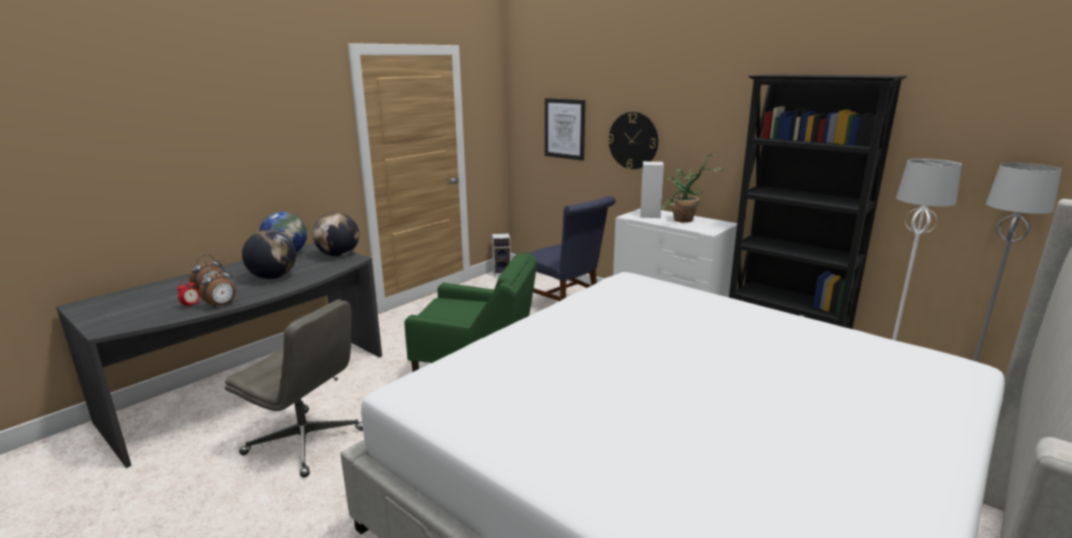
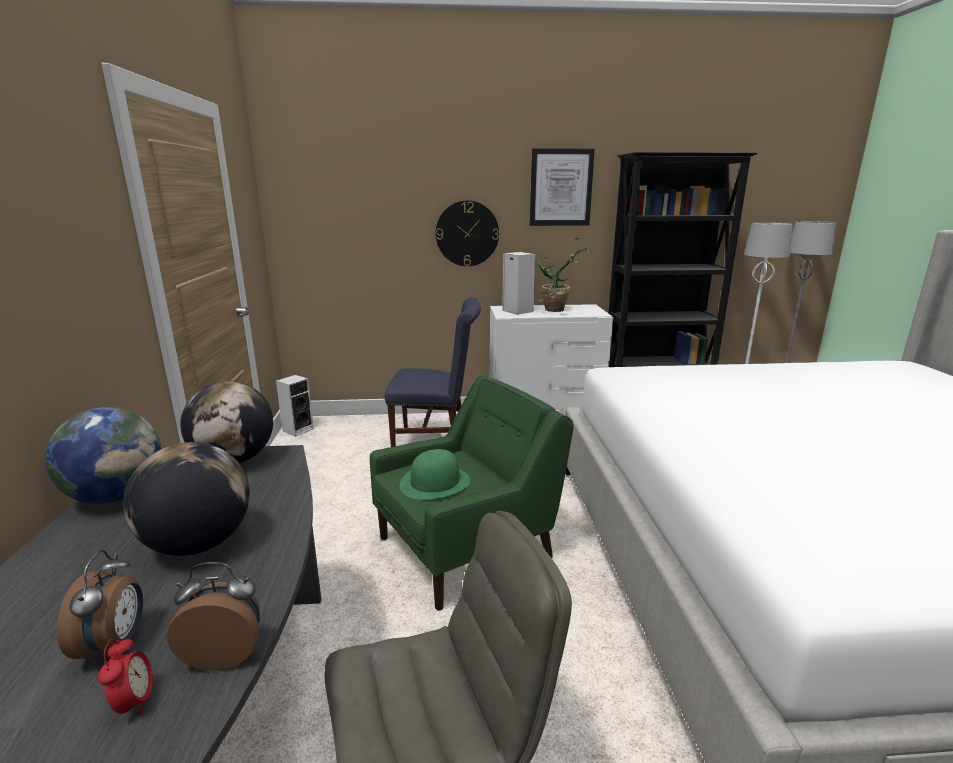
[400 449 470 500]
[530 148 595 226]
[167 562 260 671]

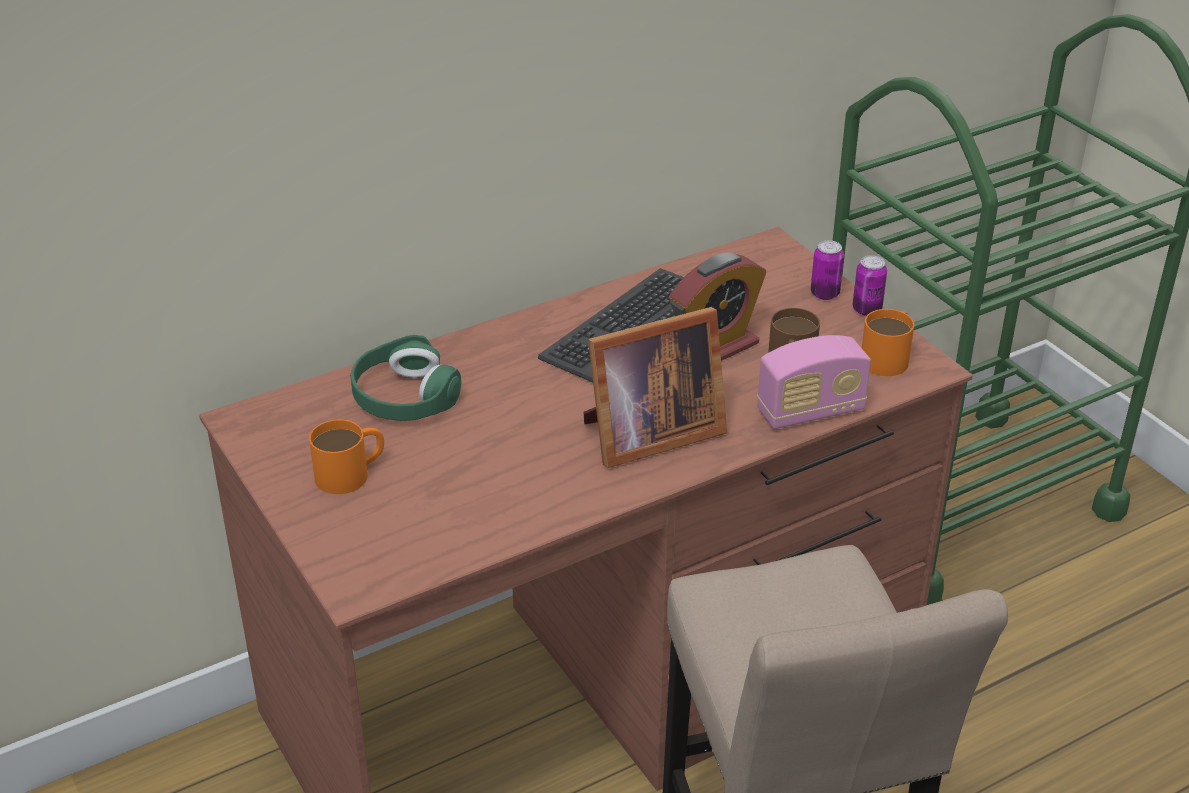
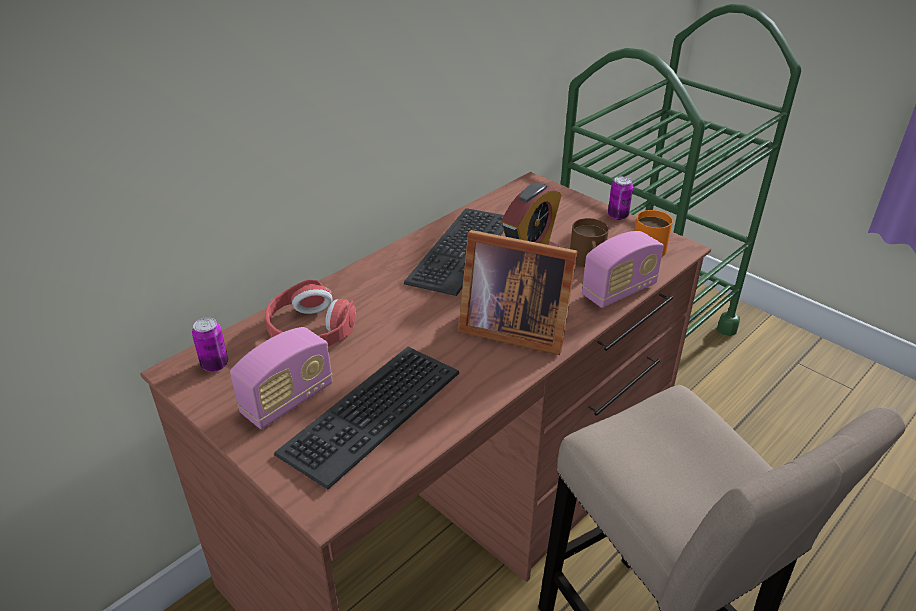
[274 347 459 489]
[192 317 228 372]
[230 327 332 429]
[265 279 356 347]
[458 230 578 355]

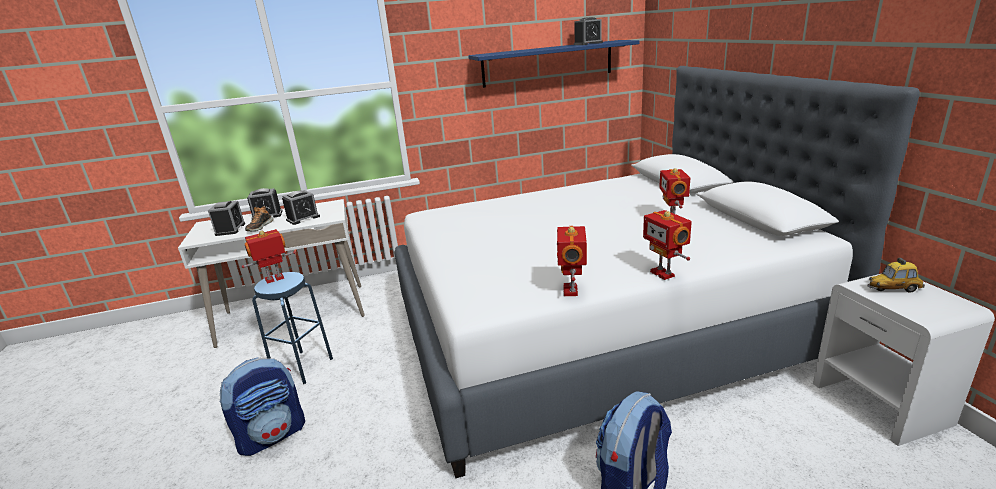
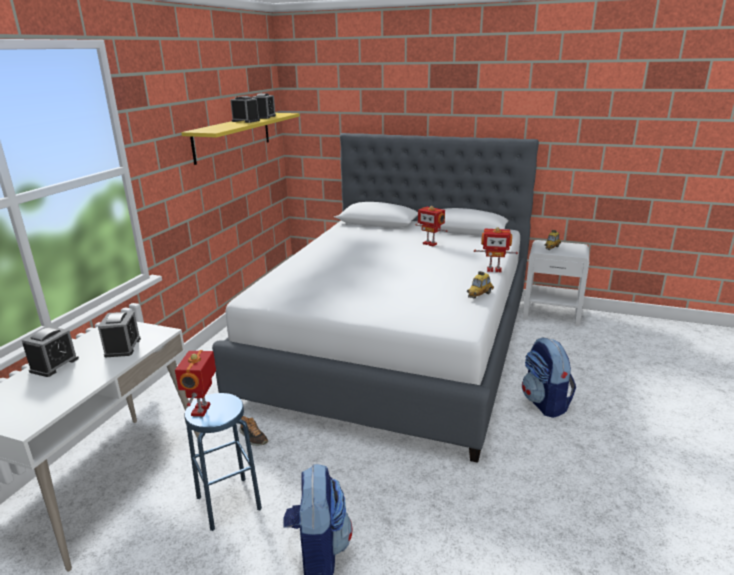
[230 96 260 123]
[239 416 268 446]
[467 271 494 298]
[181 113 300 165]

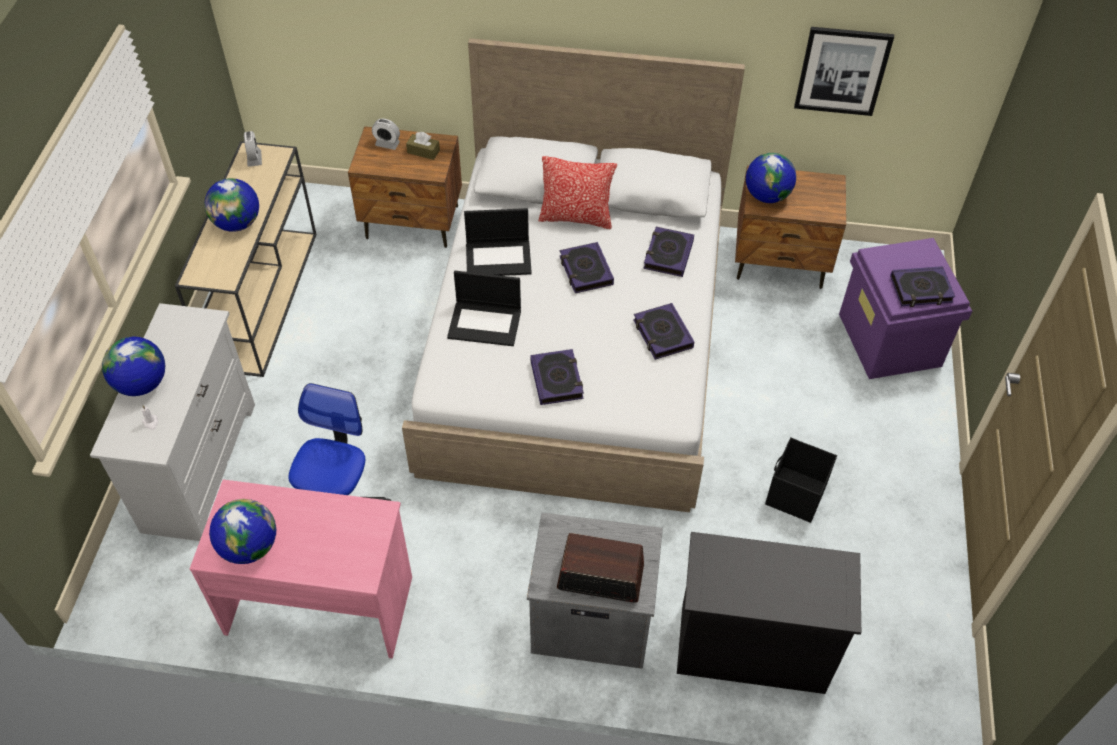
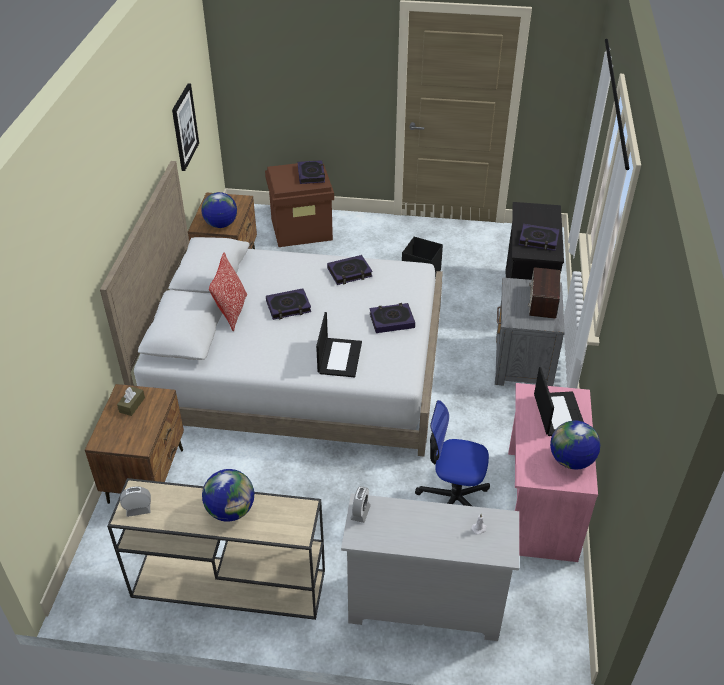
[102 337 165 396] (first image)
[350 486 371 523]
[534 367 584 436]
[518 224 560 251]
[265 163 334 247]

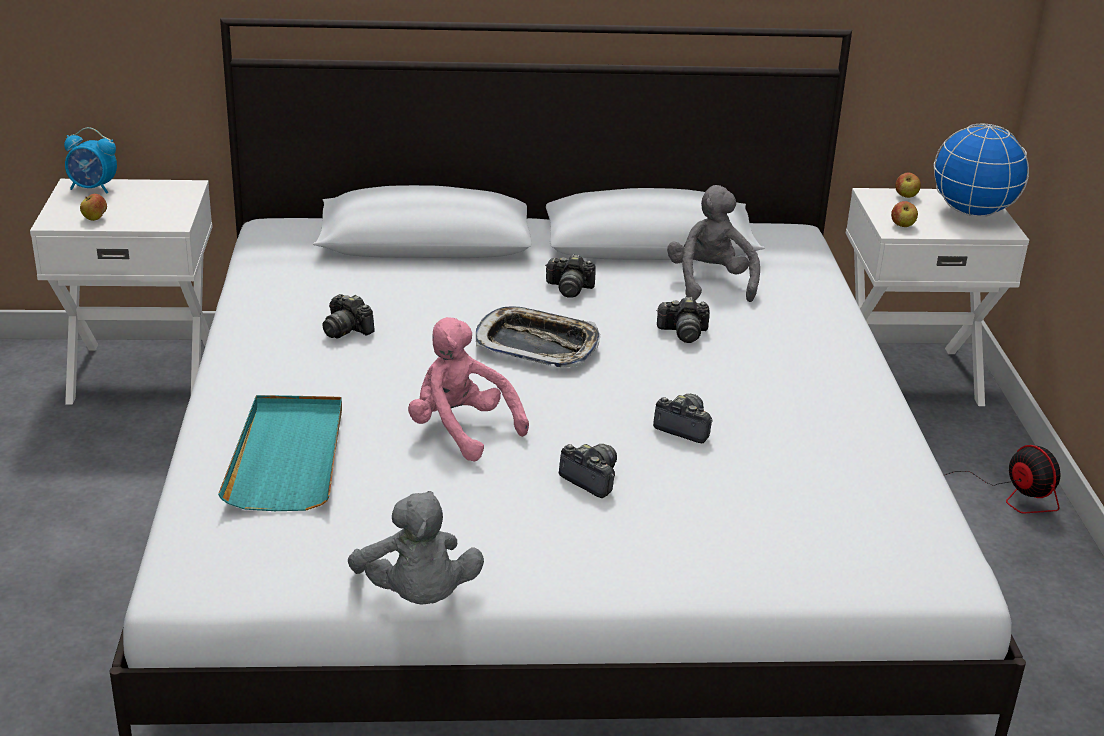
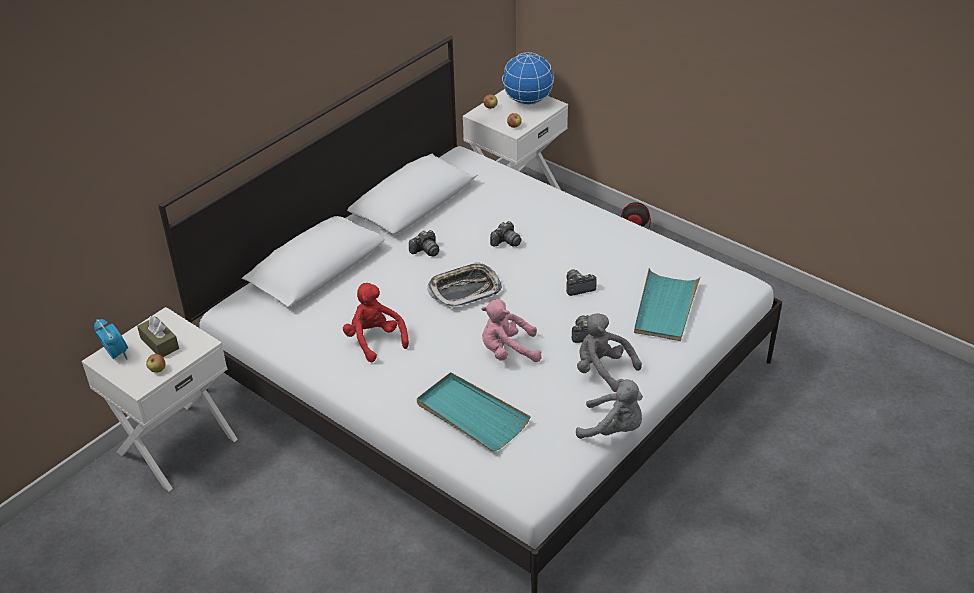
[137 316 179 357]
[634 268 700 341]
[577 313 642 392]
[343 283 409 362]
[94 319 128 360]

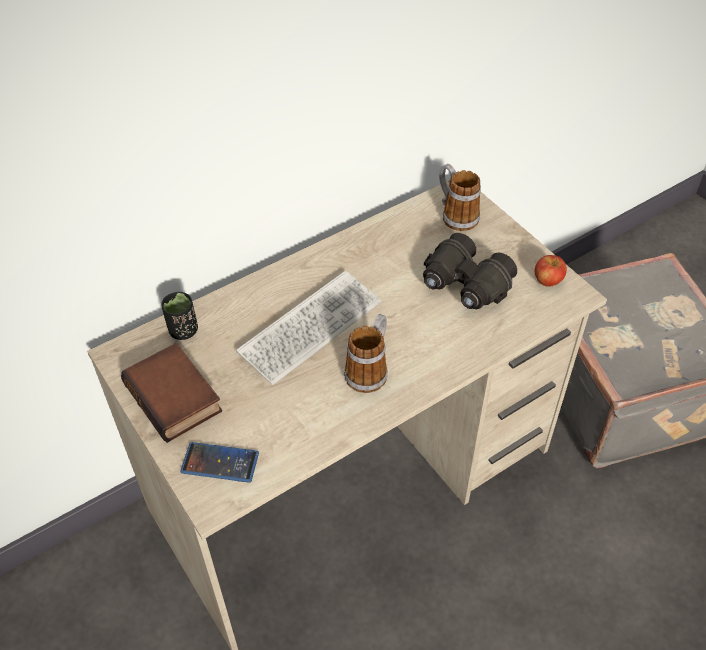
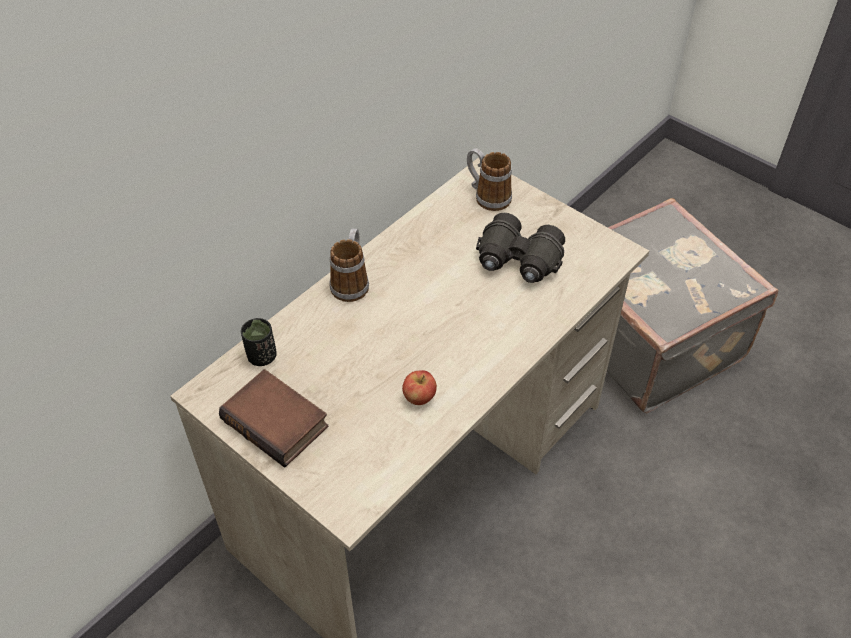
[180 442 259 483] (first image)
[236 271 381 385] (first image)
[330 228 369 302]
[402 370 437 405]

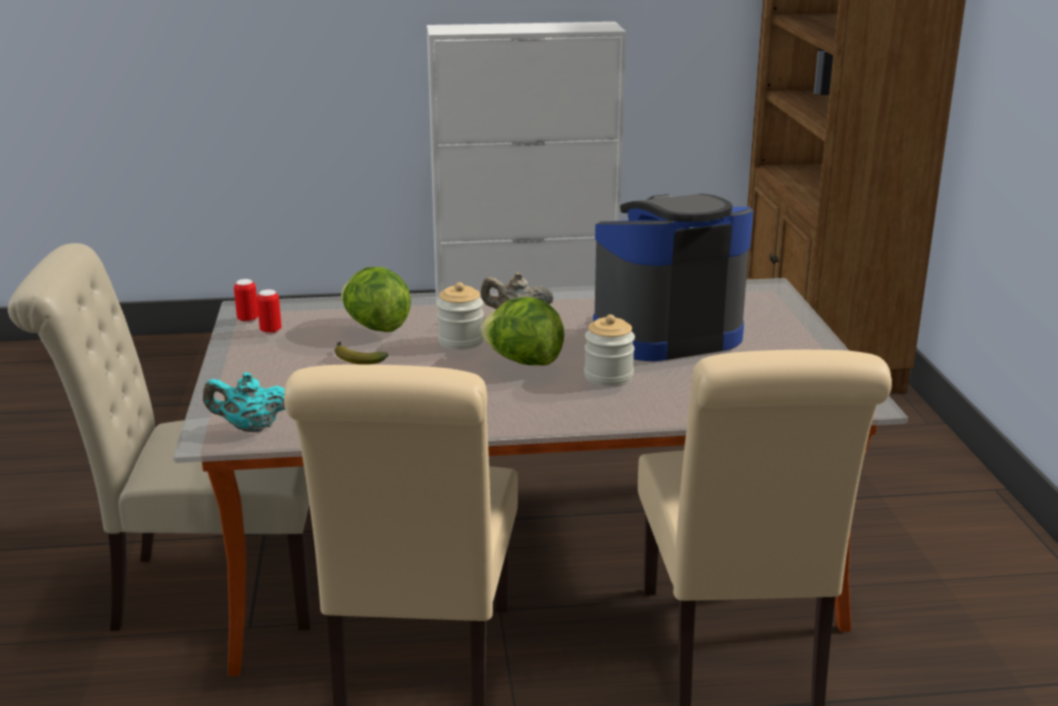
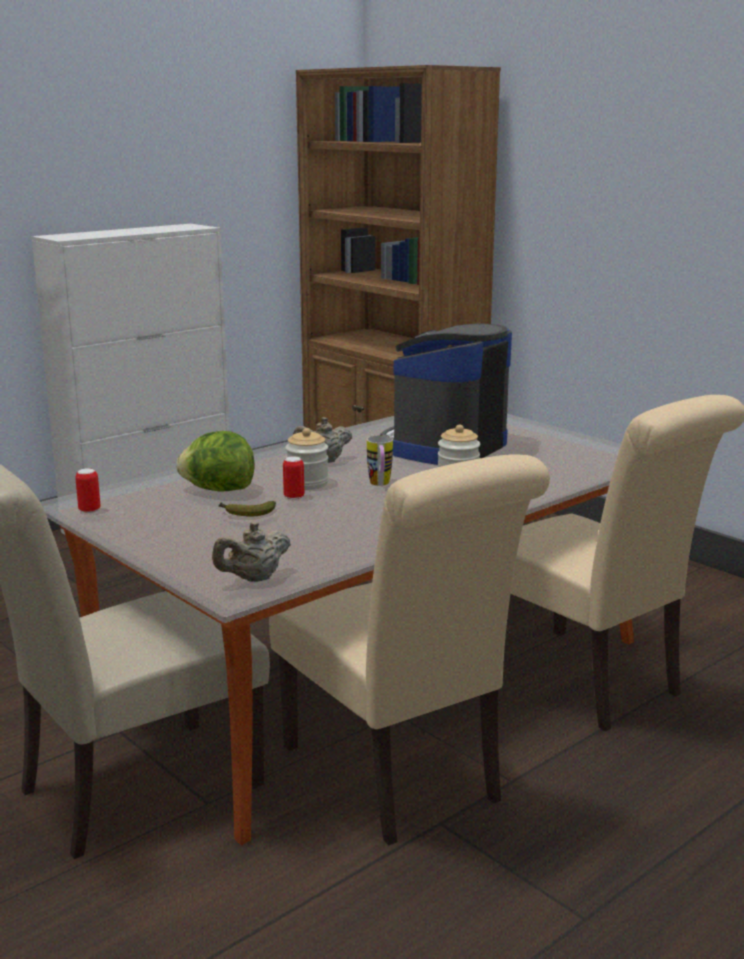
[283 456 304 500]
[367 435 393 486]
[212 522 291 582]

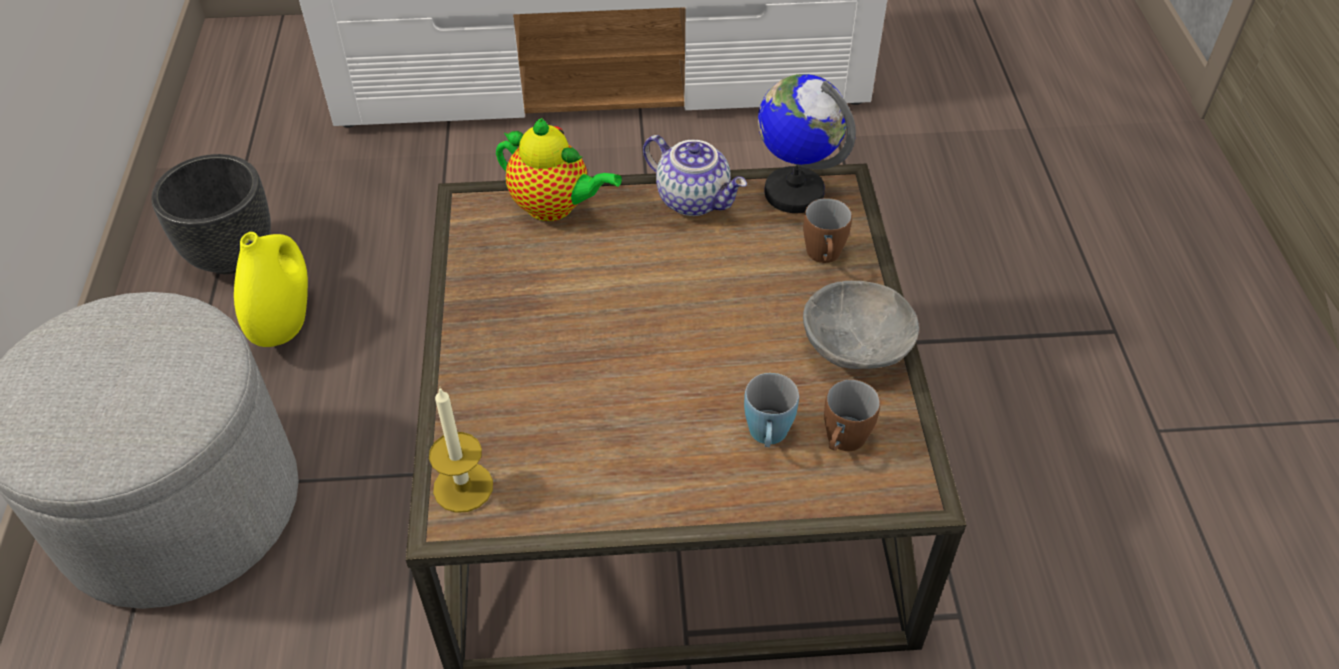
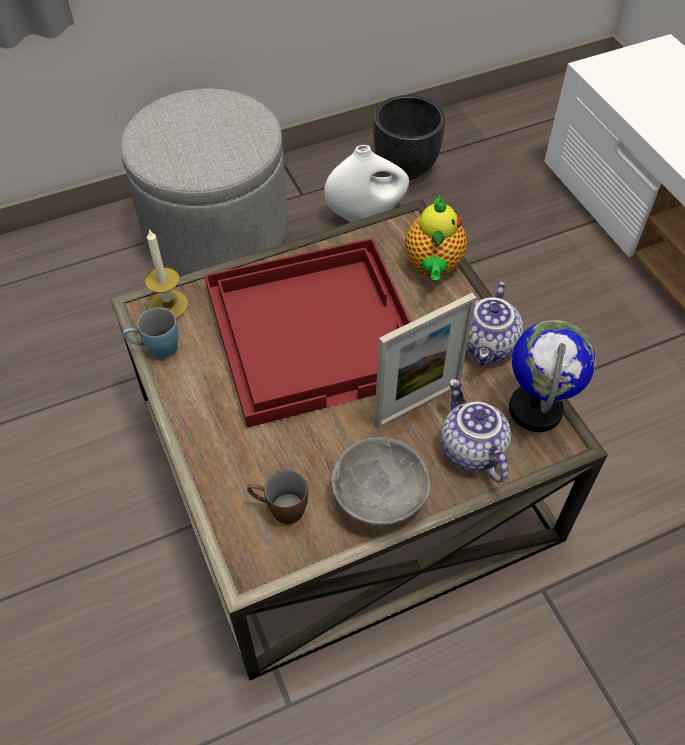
[205 238 411 428]
[374 293 476 429]
[123 307 178 359]
[441 379 511 483]
[324 145 409 222]

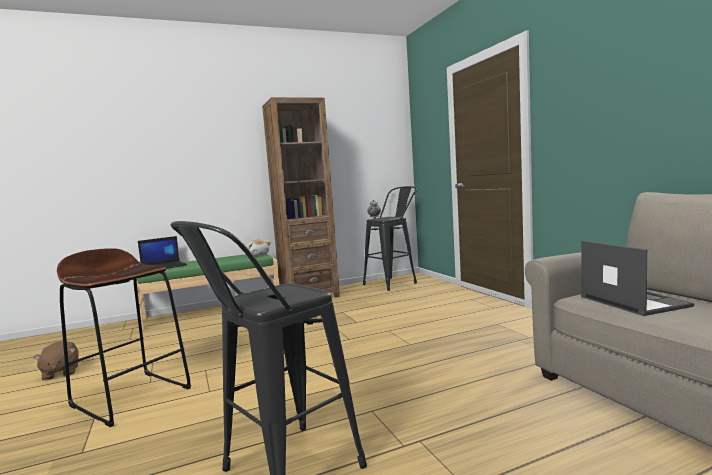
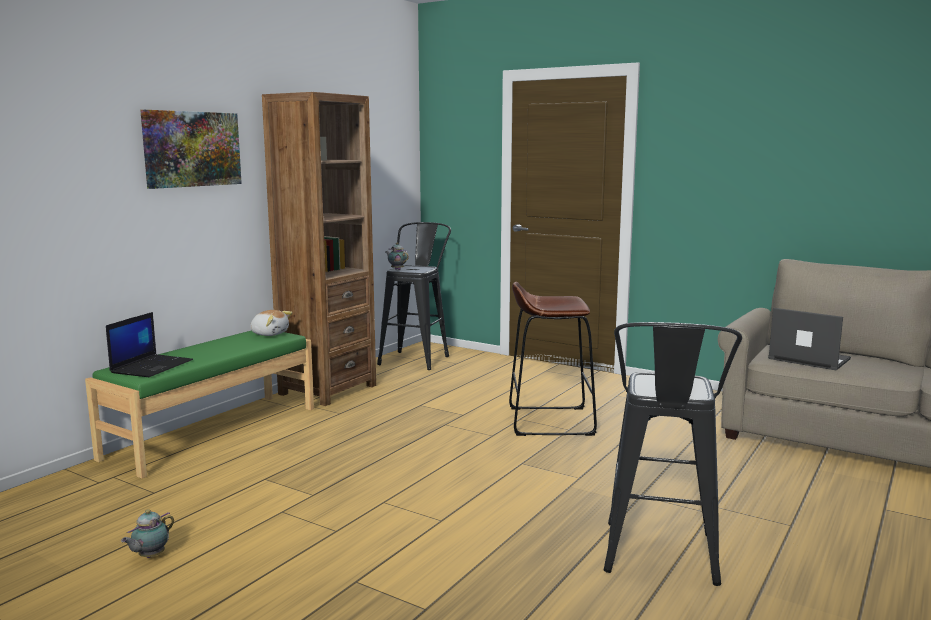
[140 110 242 189]
[509 282 597 436]
[121 509 174 558]

